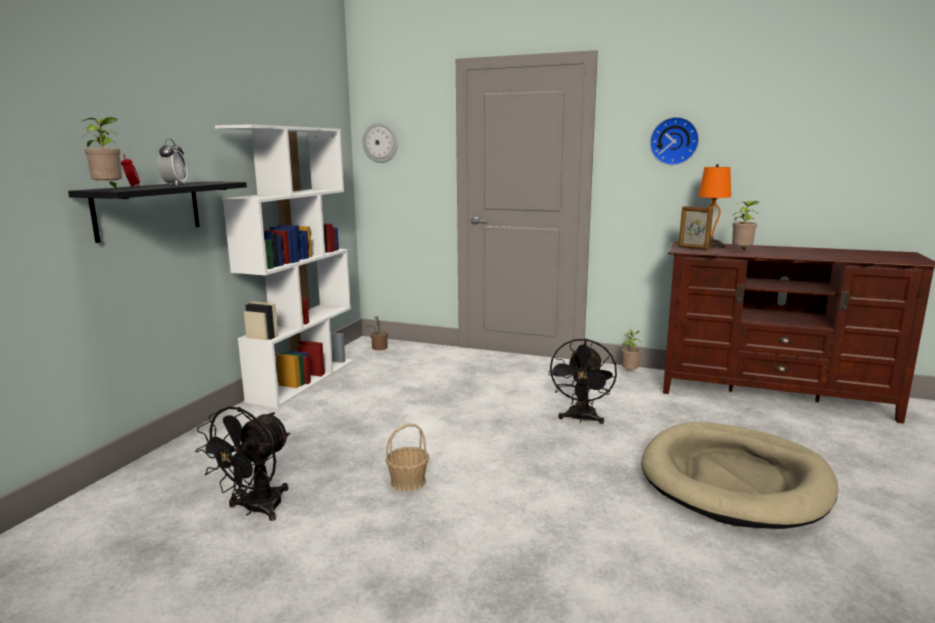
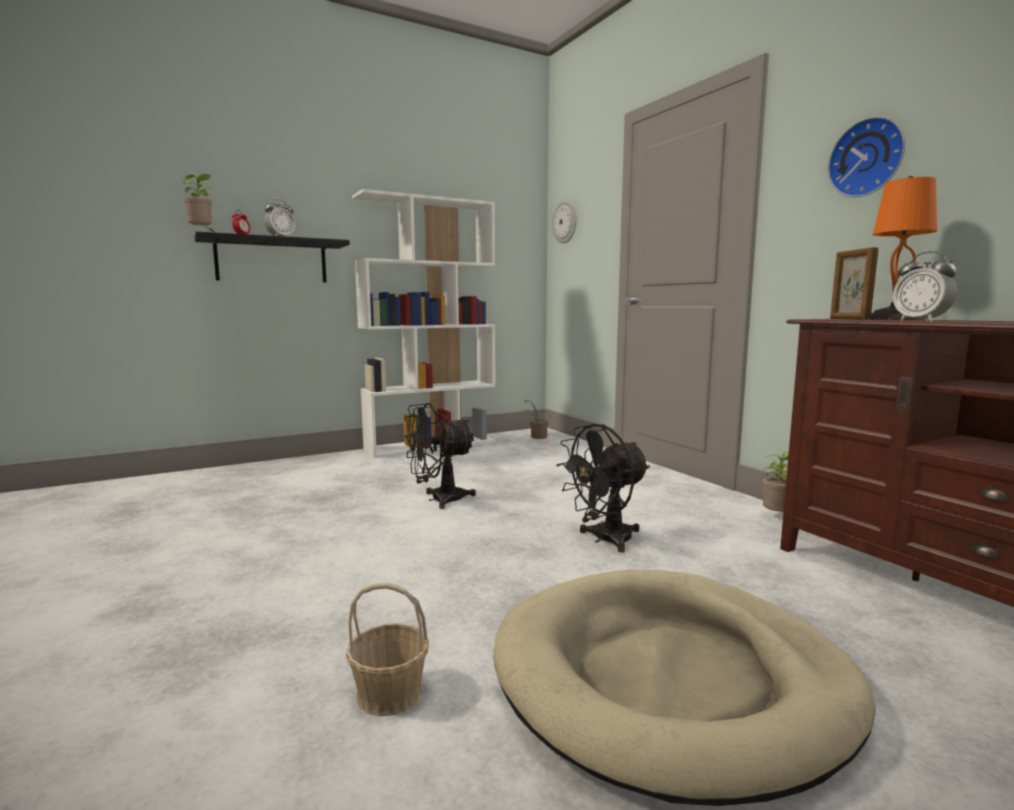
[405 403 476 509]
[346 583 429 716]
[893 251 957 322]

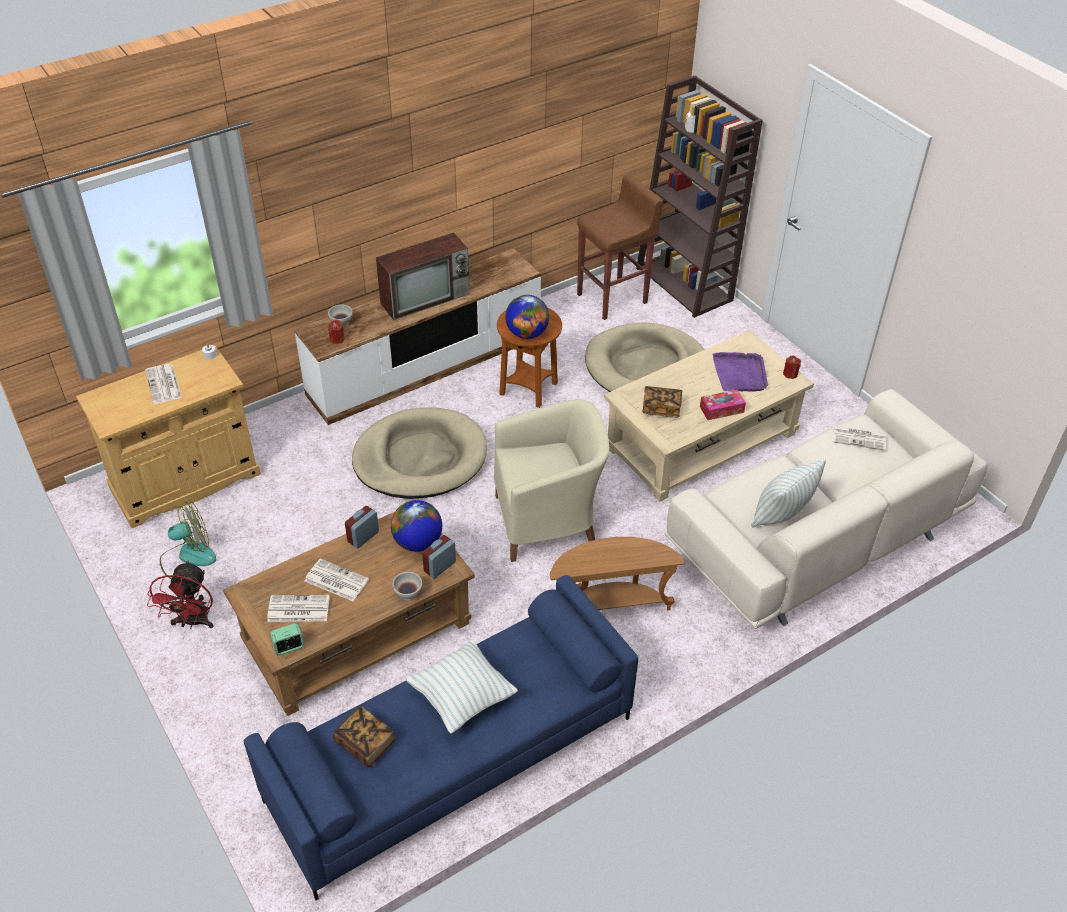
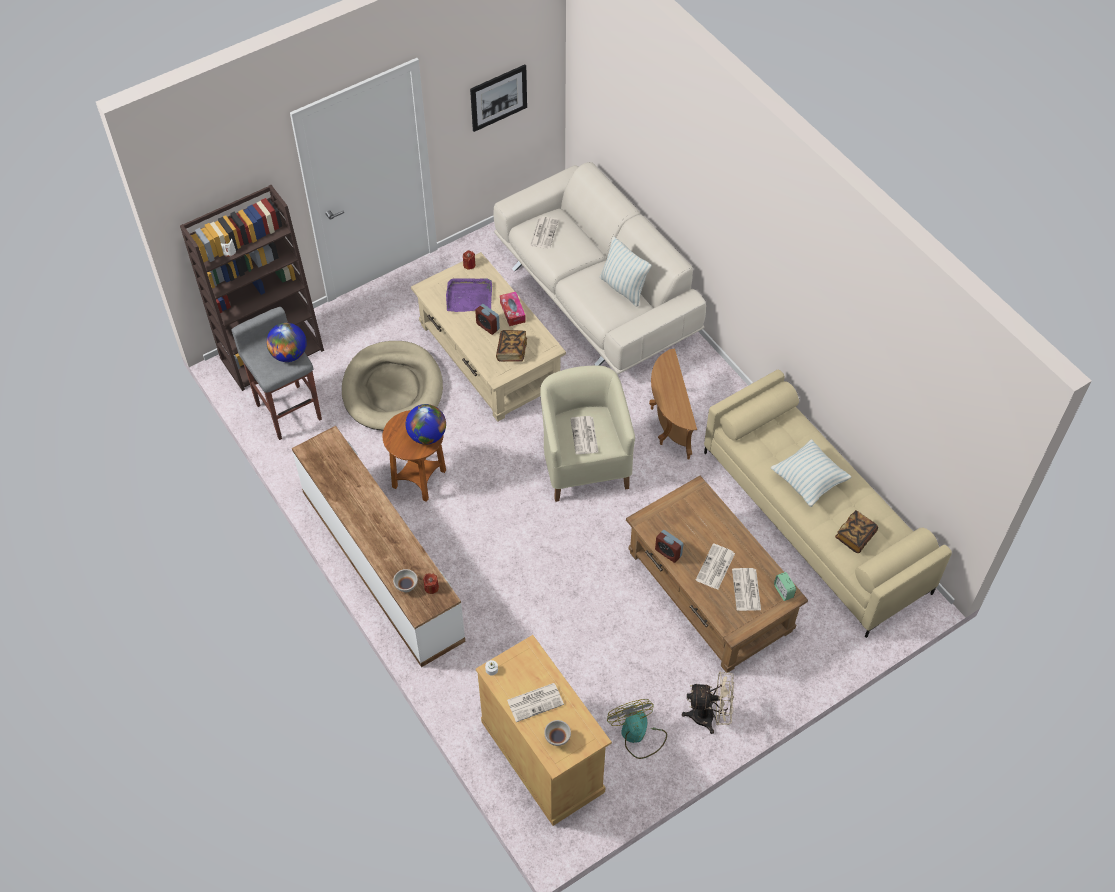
[352 407 487 499] (first image)
[376 233 470 320] (first image)
[470 65 527 132]
[570 416 599 454]
[266 323 307 362]
[544 720 571 746]
[475 304 500 335]
[682 671 734 734]
[704 369 952 638]
[231 307 322 440]

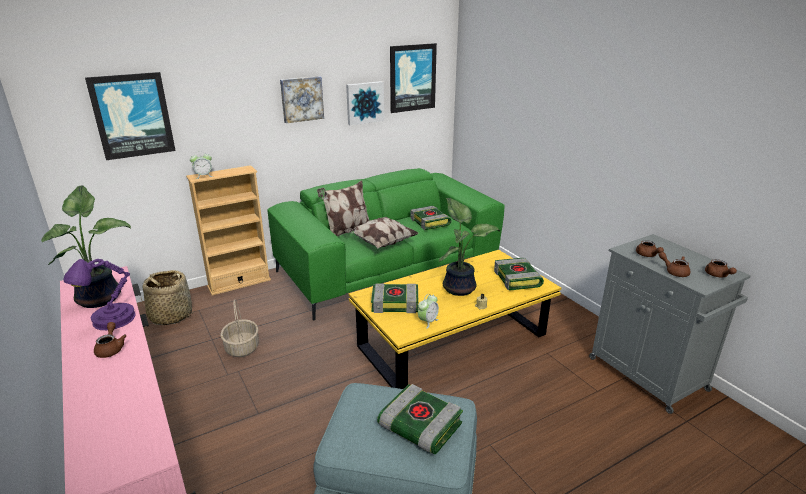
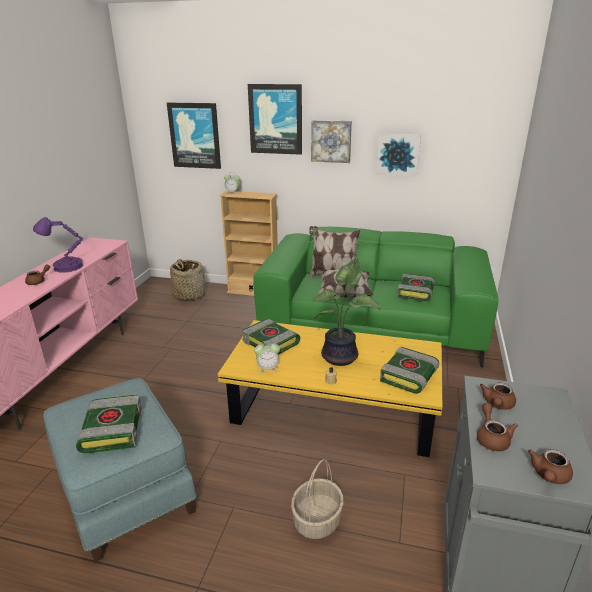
[41 186 131 308] (first image)
[291 459 344 539]
[248 84 302 155]

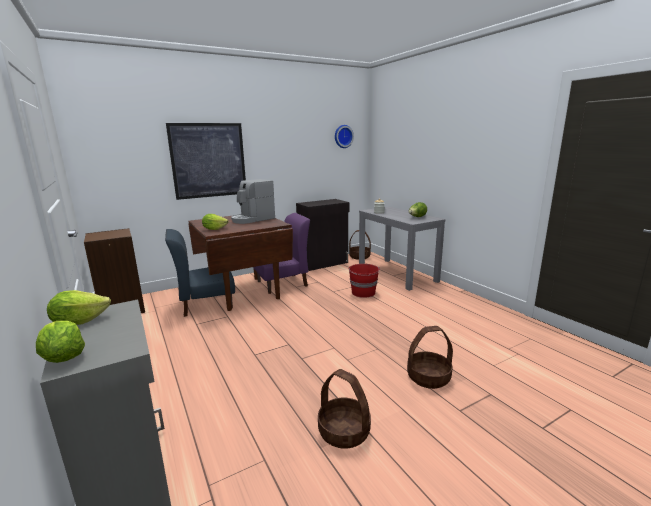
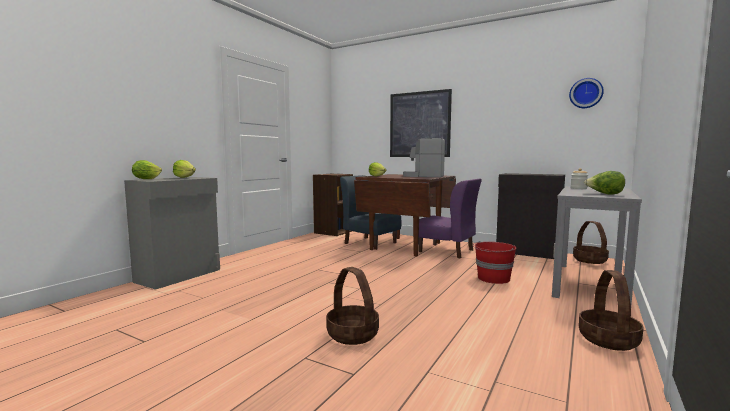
[579 270 644 351]

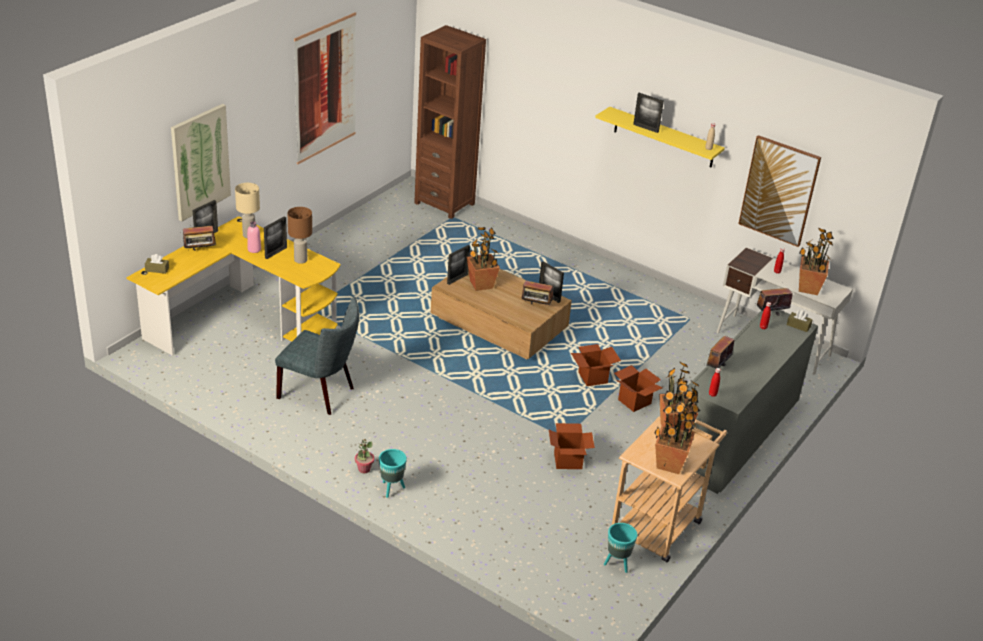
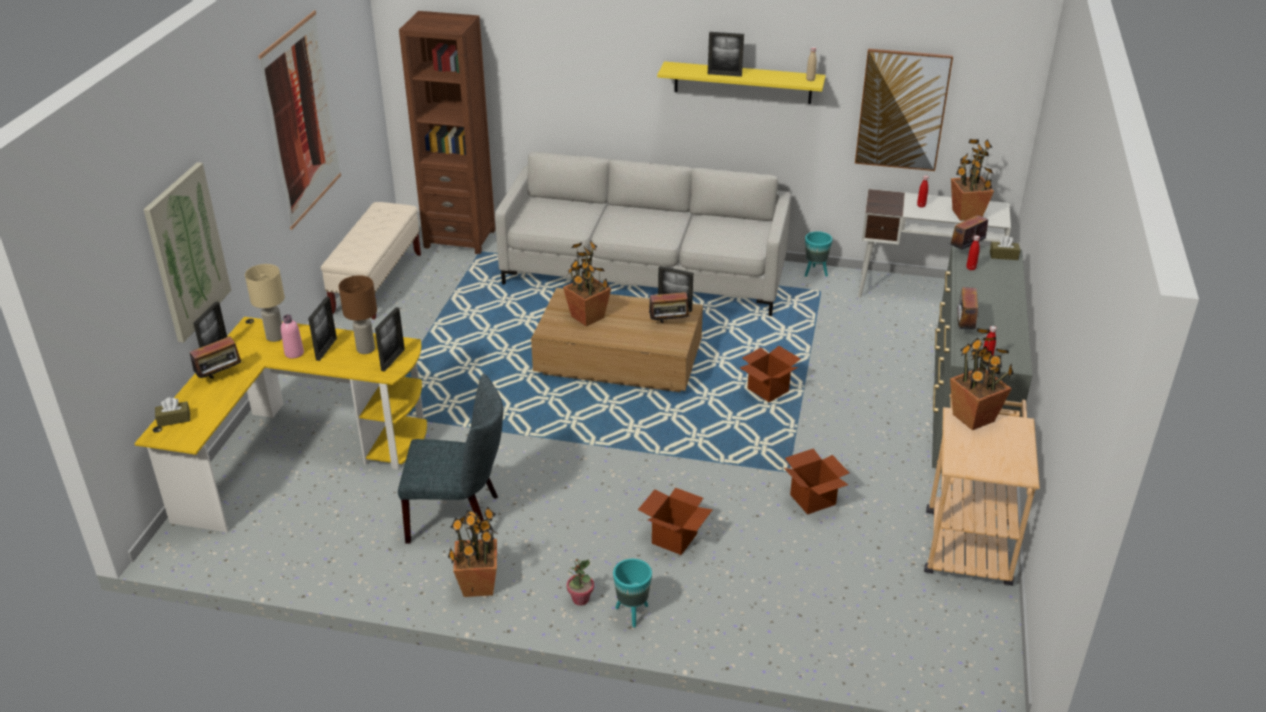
[321 202 421 319]
[495 152 791 316]
[375 307 405 372]
[805 231 832 277]
[638 488 713 555]
[448 507 499 597]

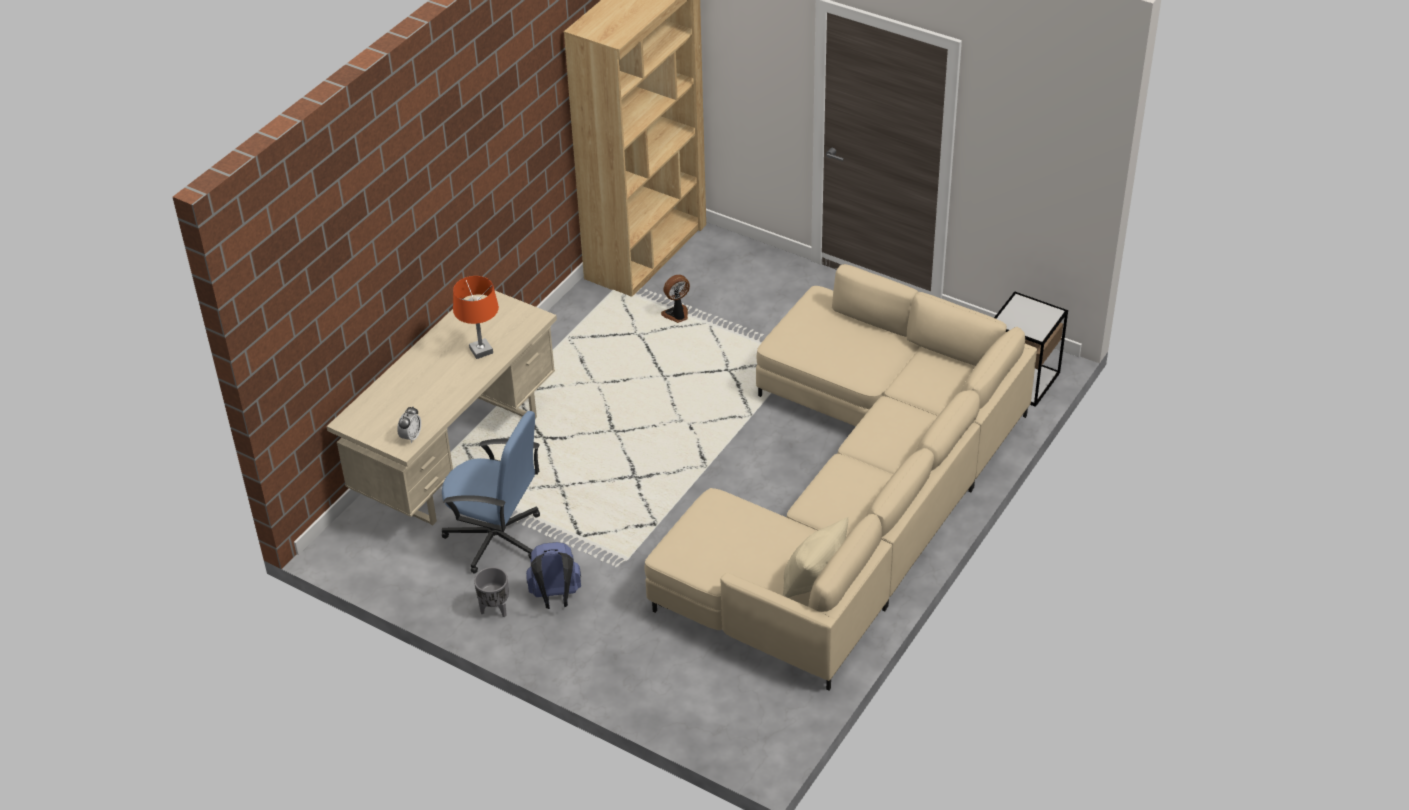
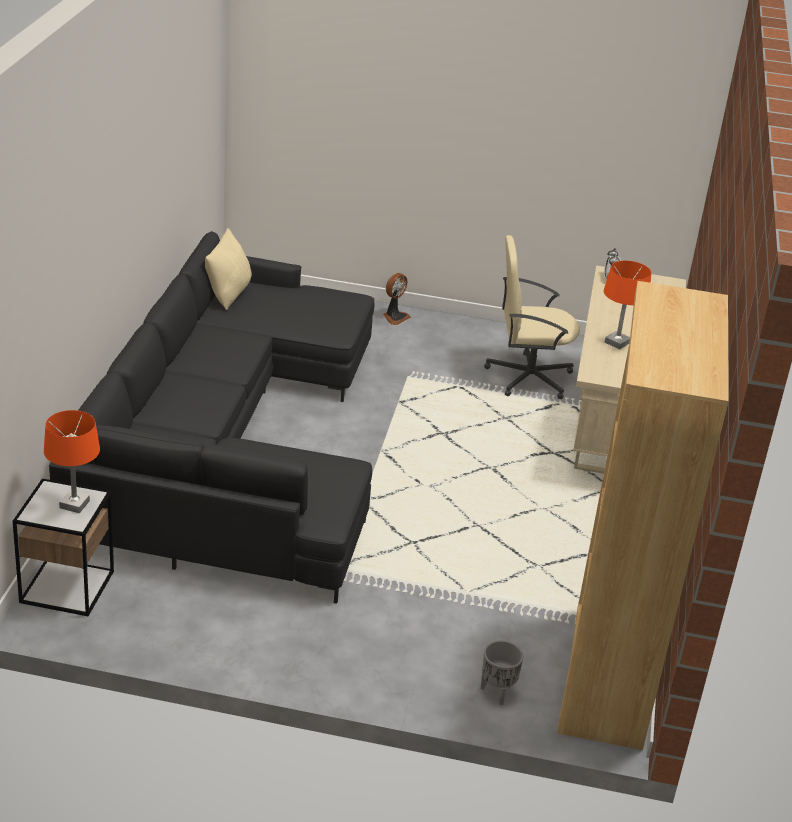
[526 542 581 609] (first image)
[44 410 100 513]
[481 641 523 705]
[383 273 411 325]
[484 235 580 399]
[49 231 375 604]

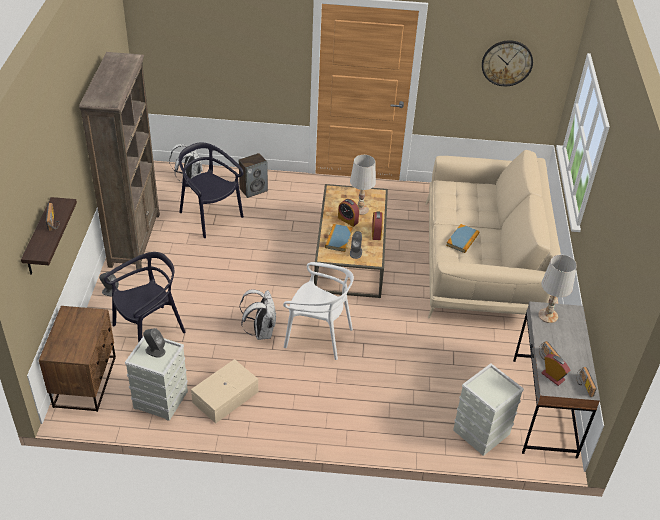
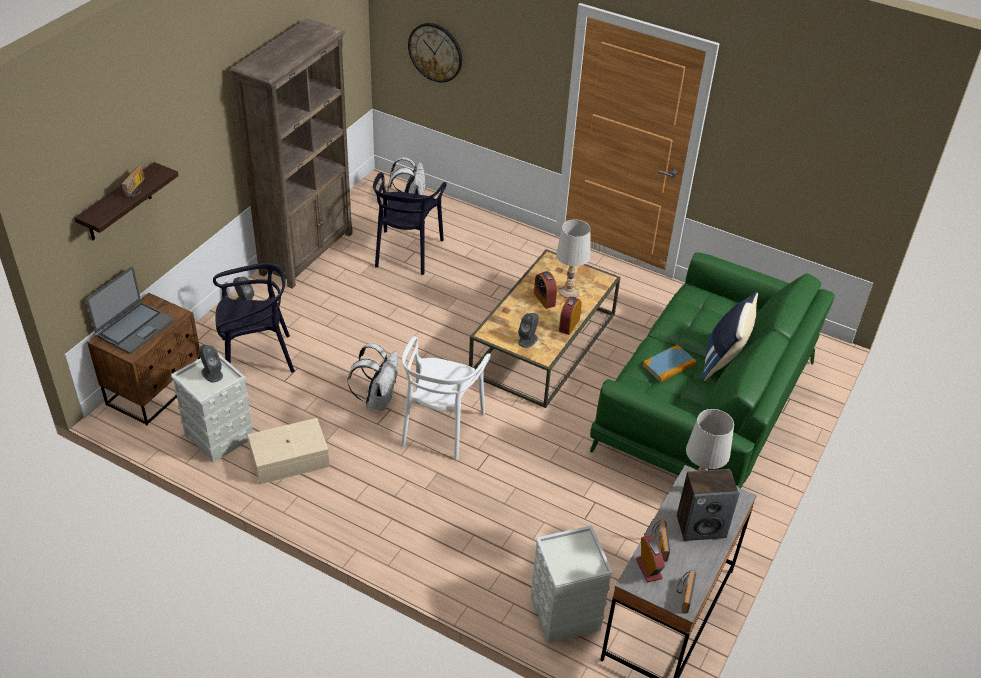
[325 224 353 252] (first image)
[86 267 174 354]
[702 292 758 381]
[677 469 739 541]
[408 23 462 83]
[590 252 835 488]
[373 172 447 275]
[401 336 491 460]

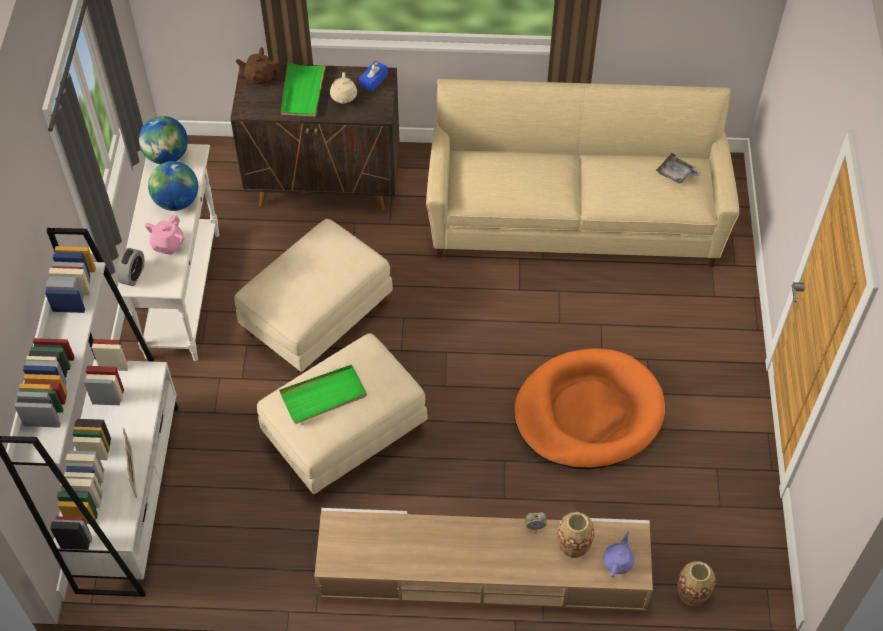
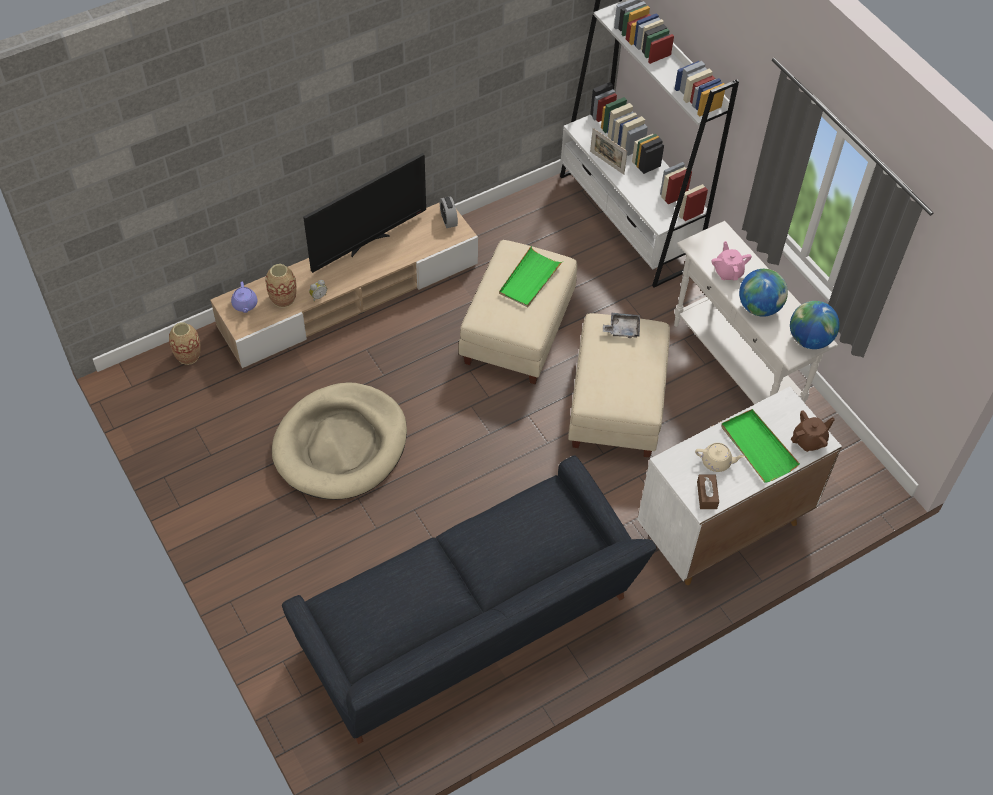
[303 153 426 273]
[440 196 458 228]
[603 313 640 338]
[637 386 842 585]
[697 475 719 509]
[282 455 657 744]
[272 383 407 500]
[695 443 745 472]

